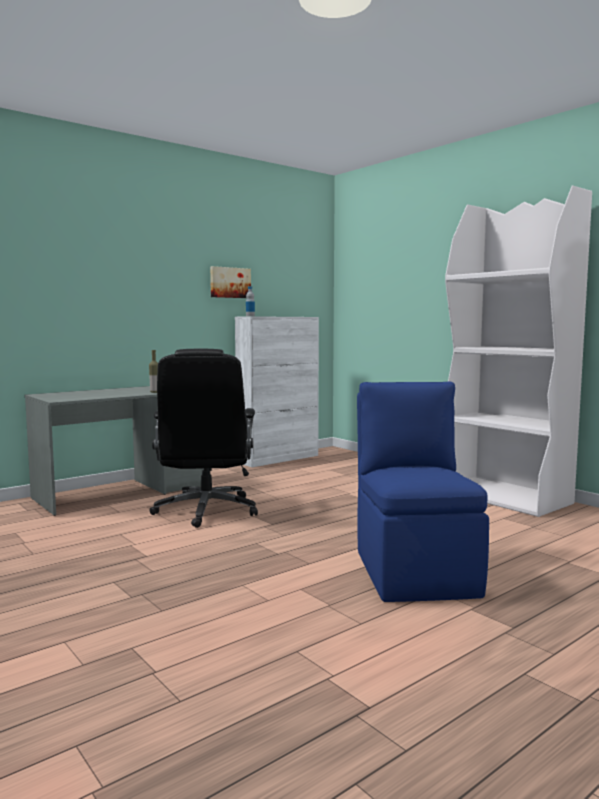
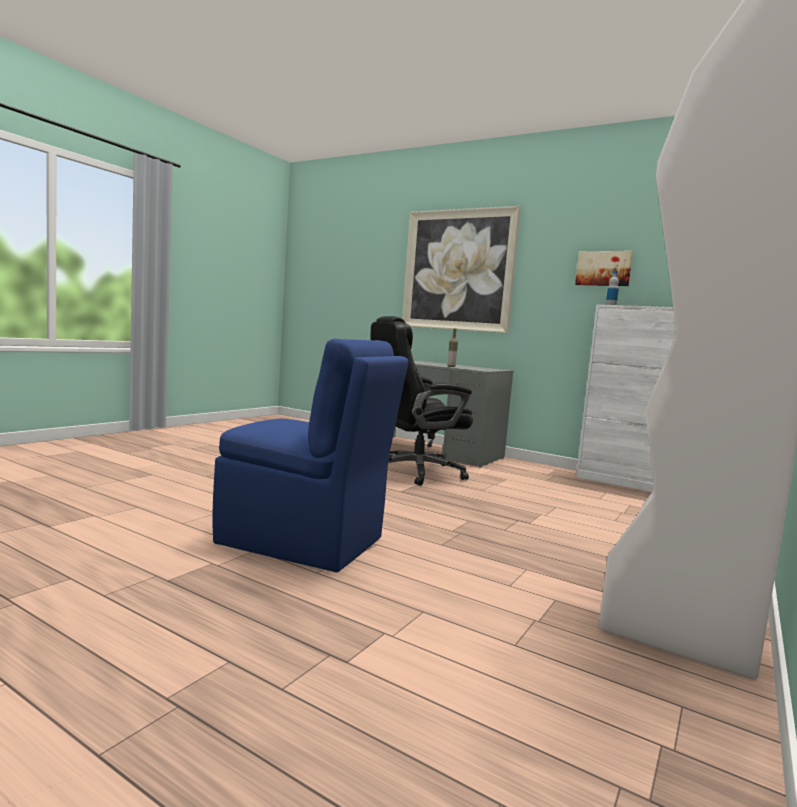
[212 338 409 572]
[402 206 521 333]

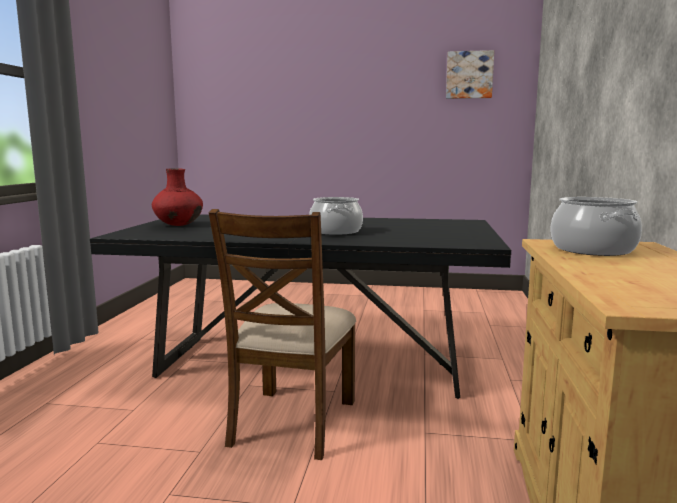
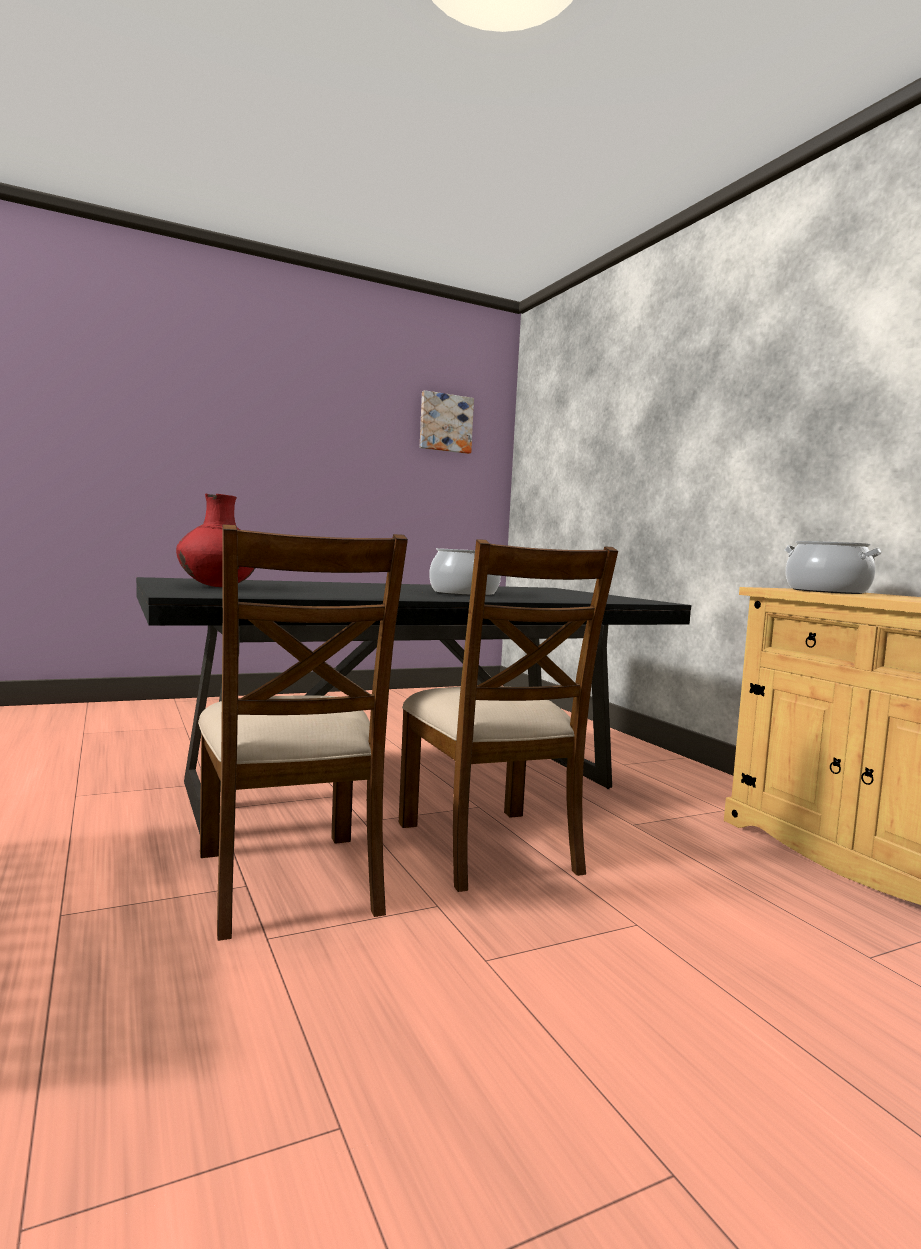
[198 525 408 941]

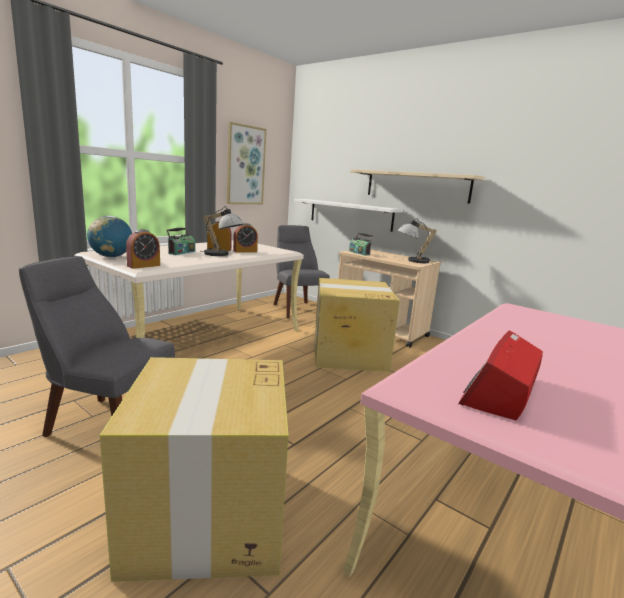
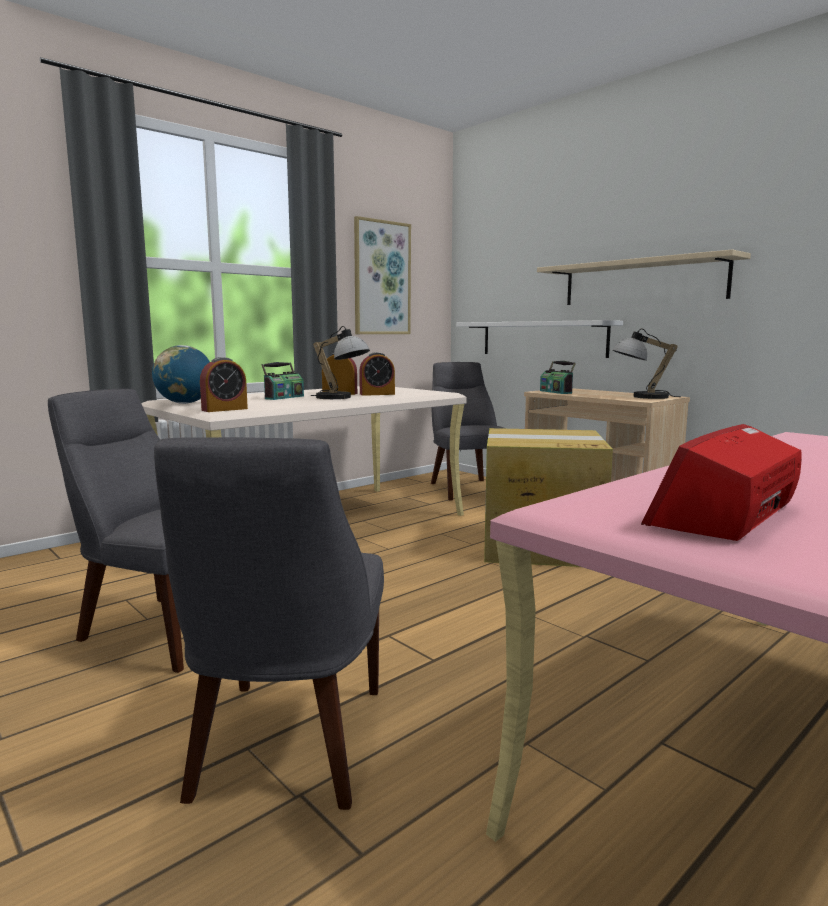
[154 437 384 810]

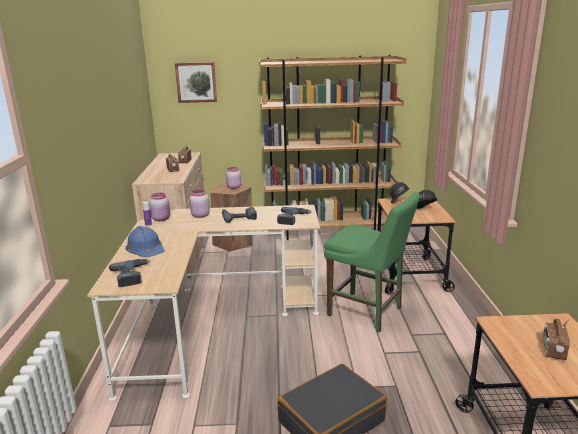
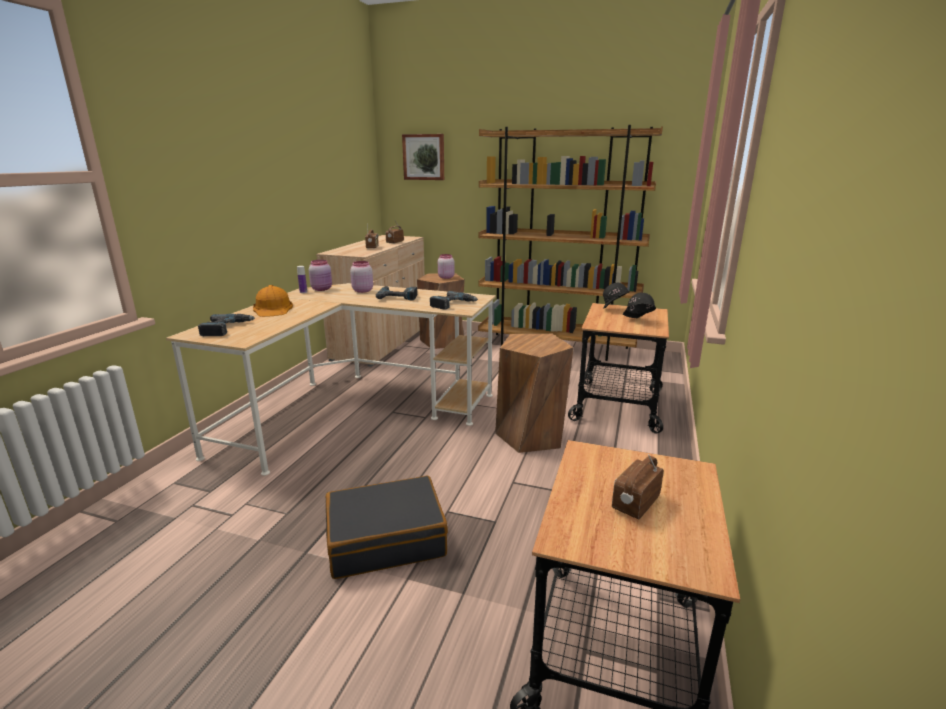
[495 334 574 453]
[253 285 293 317]

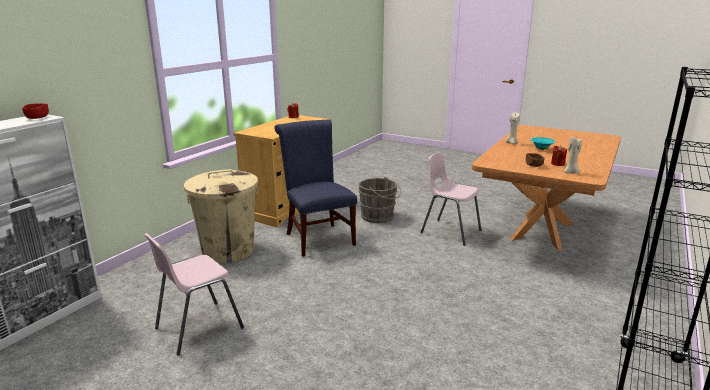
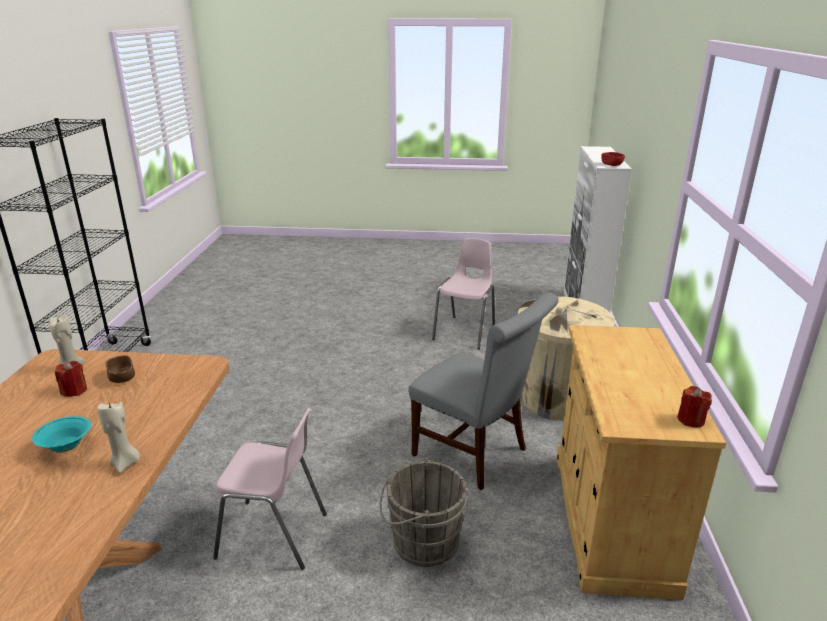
[408 293 559 490]

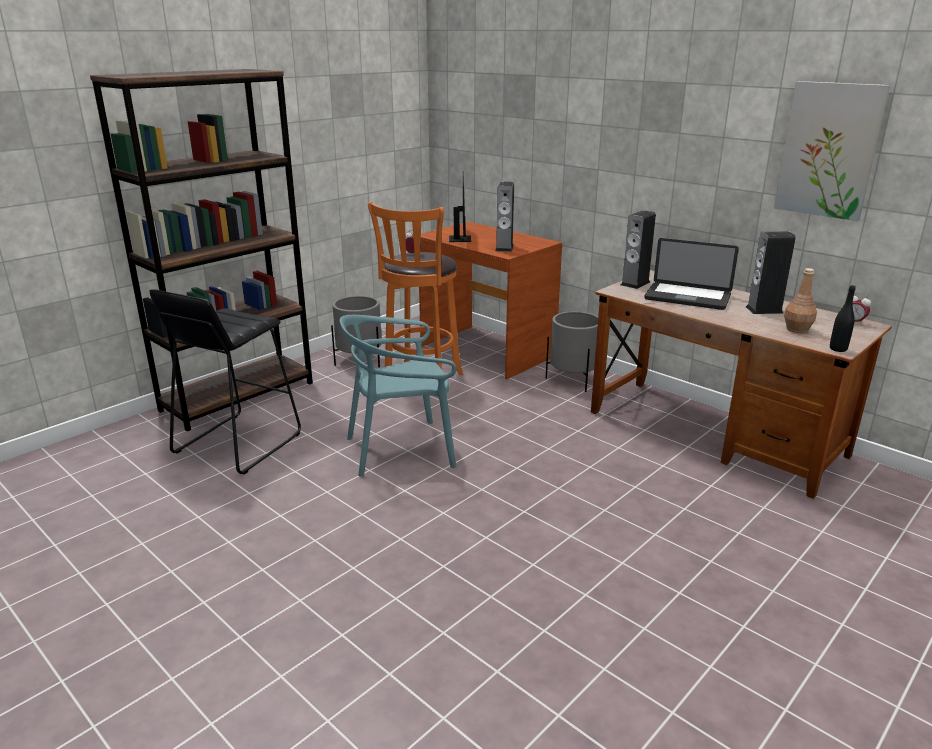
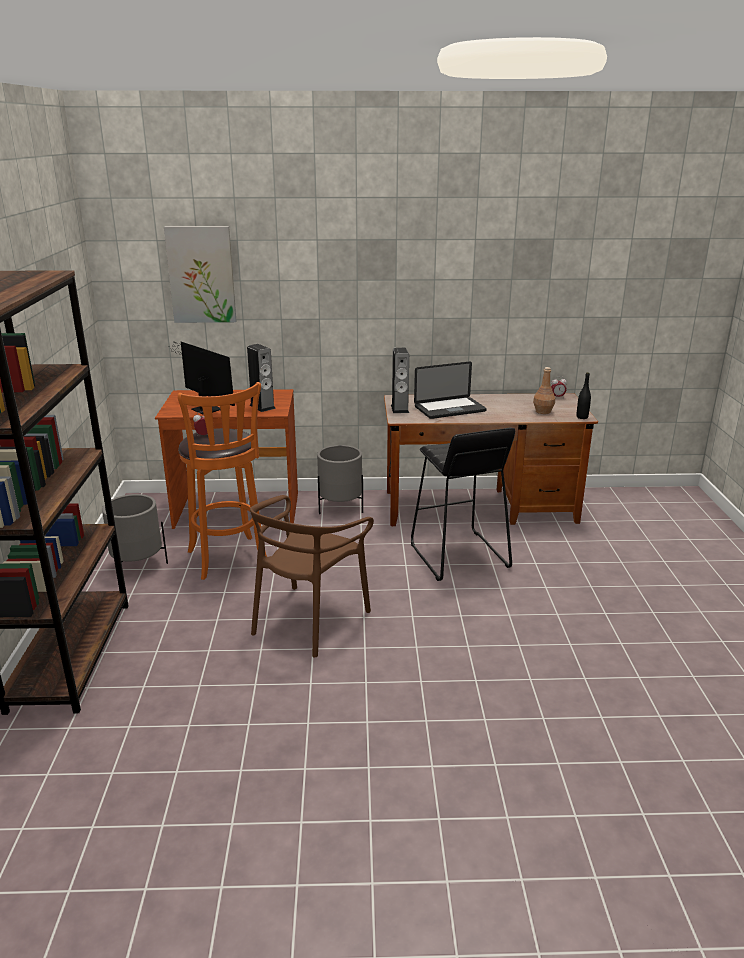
[164 226 236 323]
[746 232 796 314] (first image)
[411 427 515 581]
[250 495 374 658]

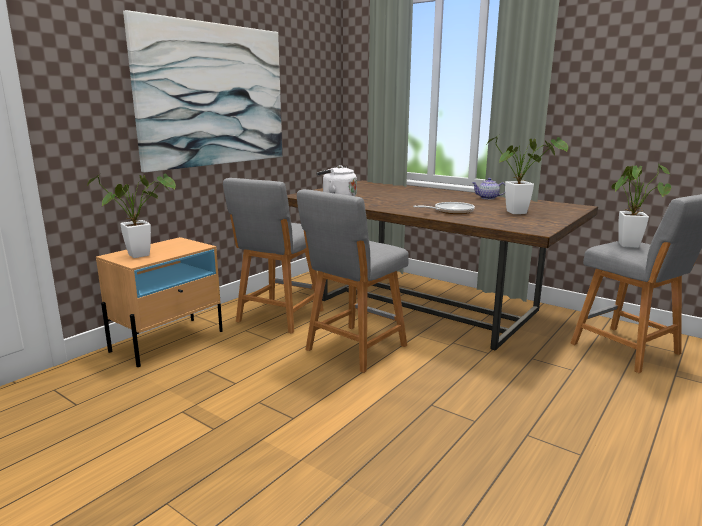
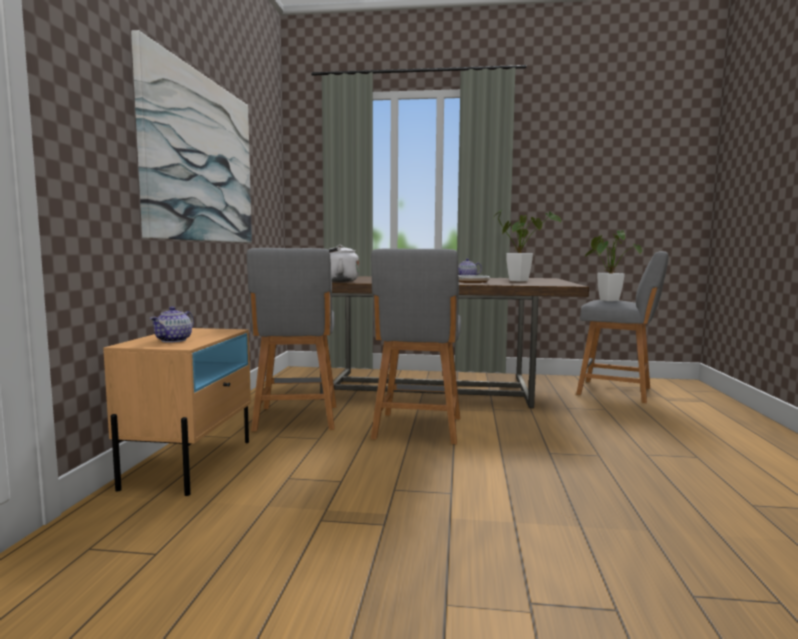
[150 306 194 343]

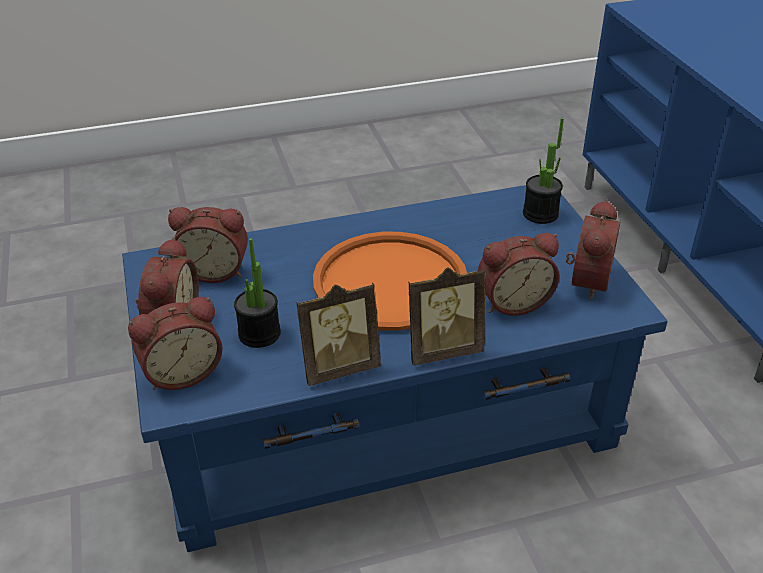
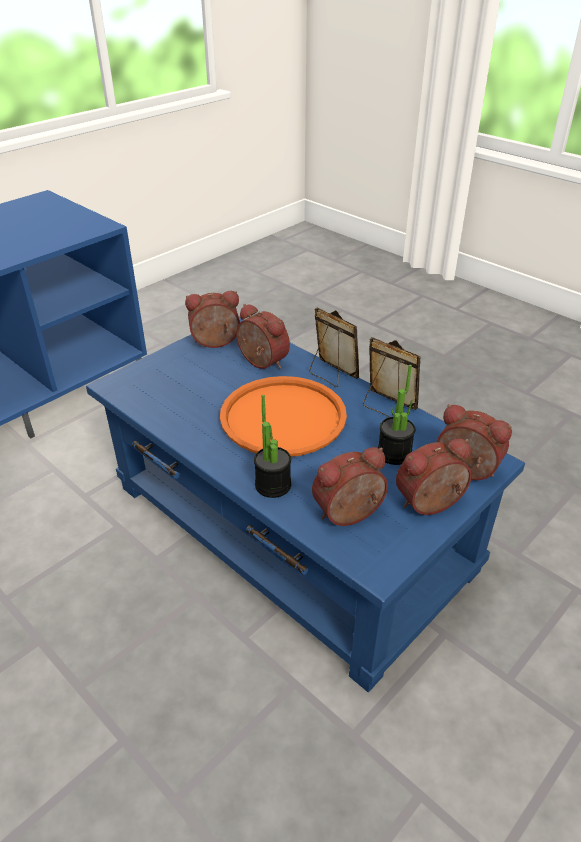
[254 395 291 498]
[312 447 388 526]

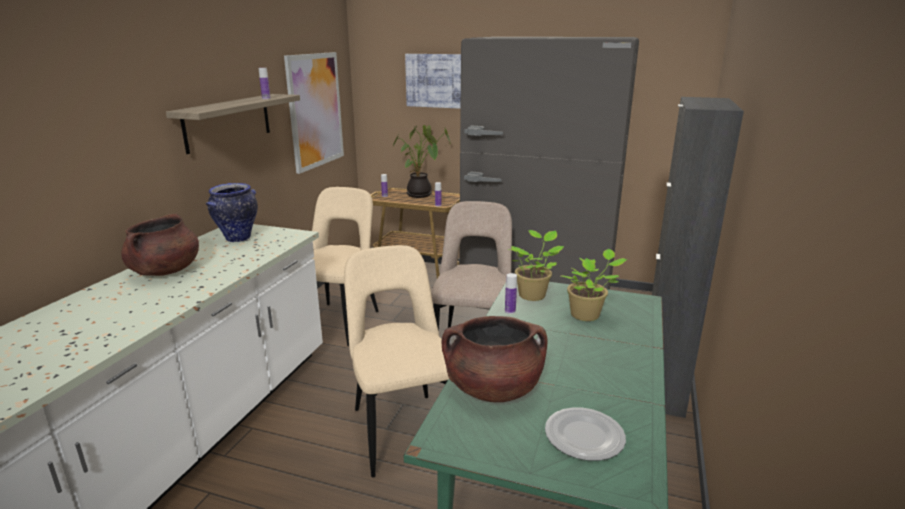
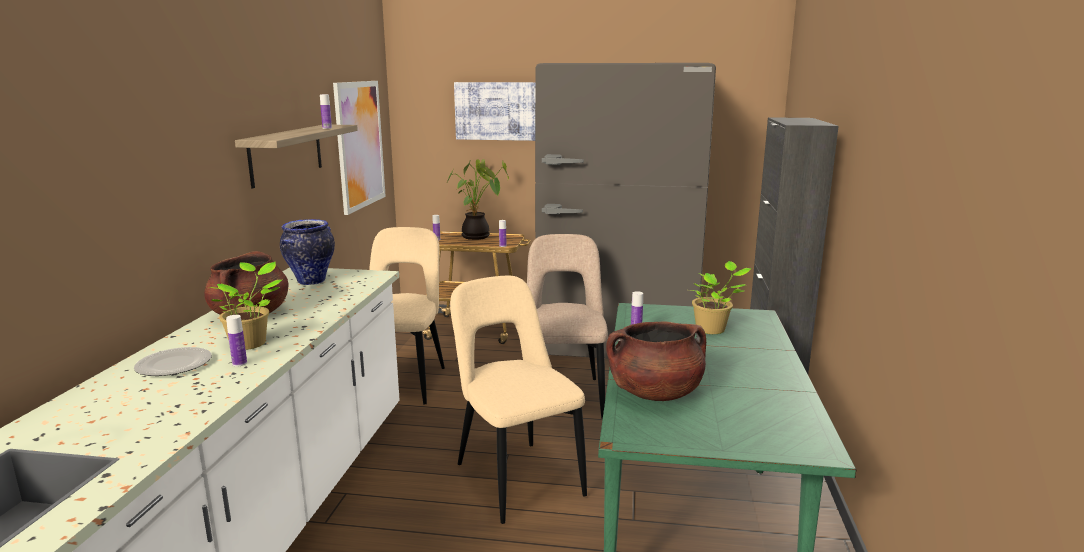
[209 262 282 350]
[134 347 212 376]
[226 315 247 366]

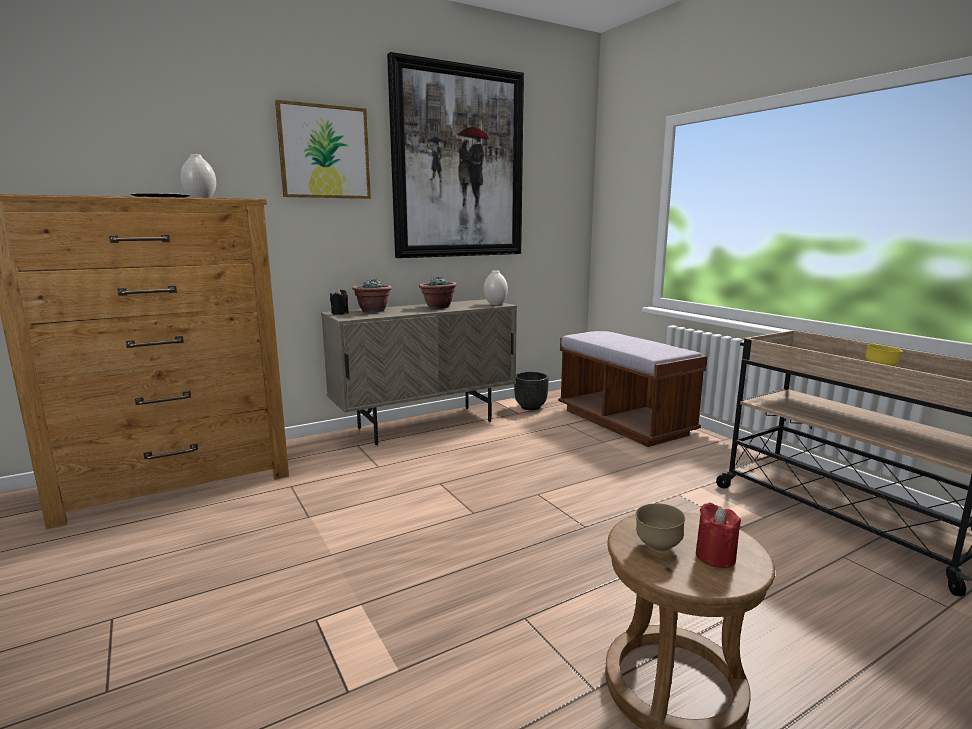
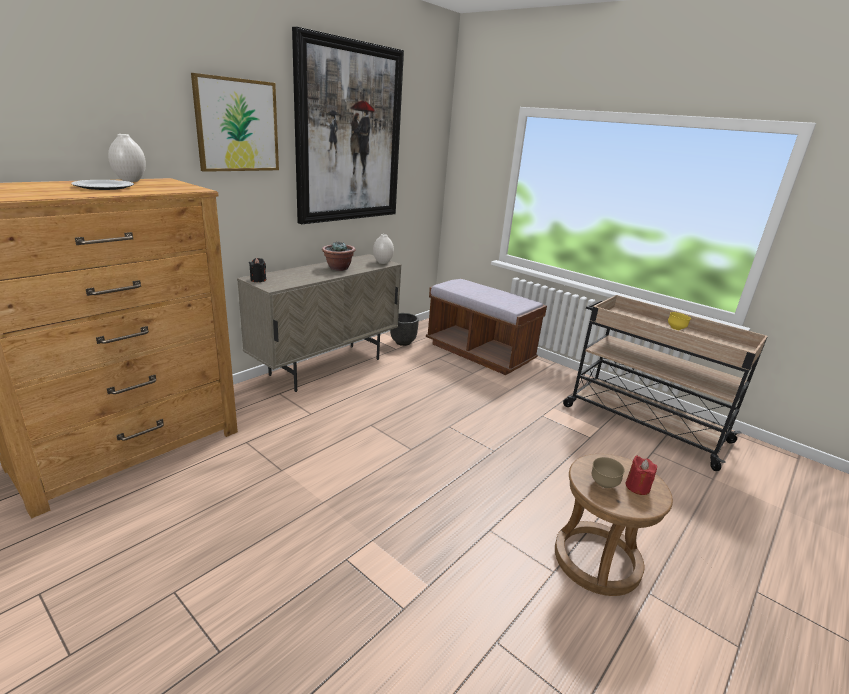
[352 279 392 312] (first image)

